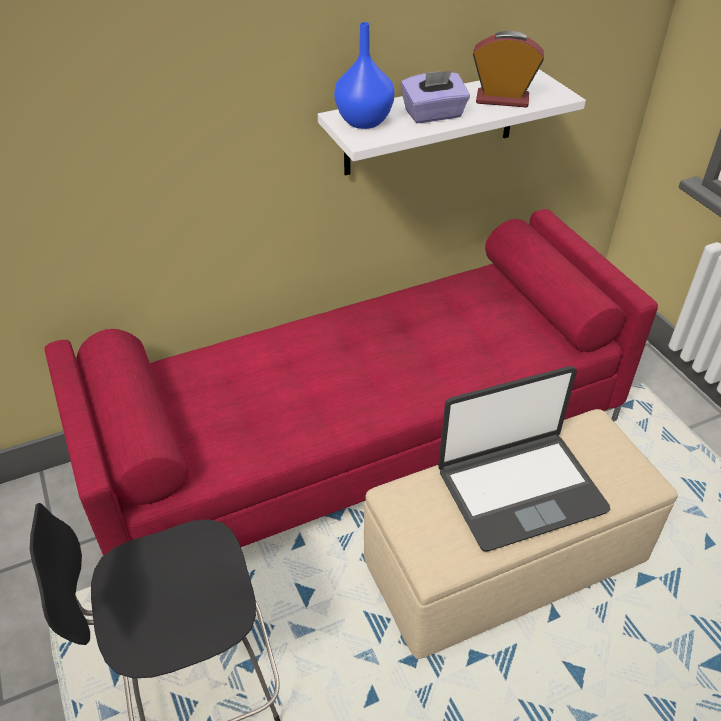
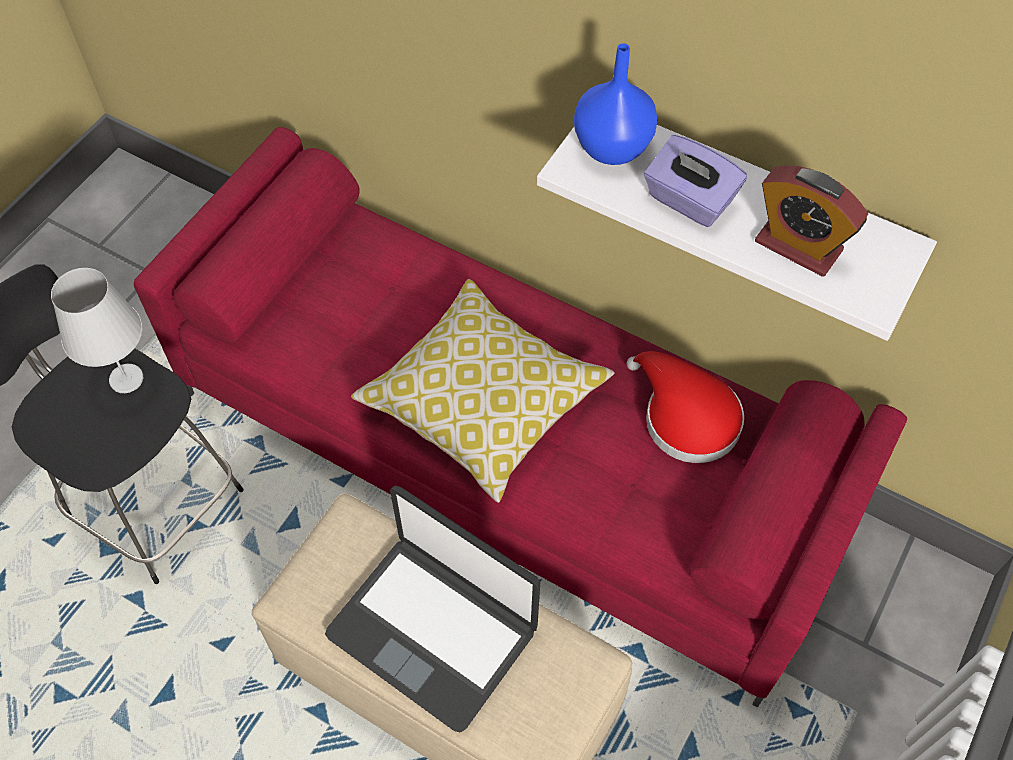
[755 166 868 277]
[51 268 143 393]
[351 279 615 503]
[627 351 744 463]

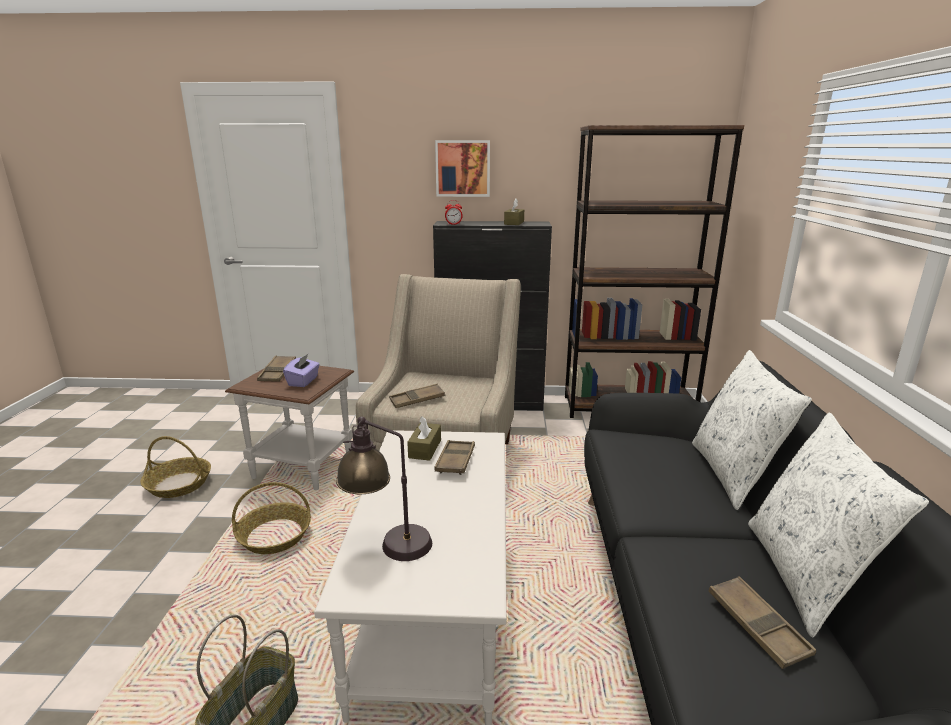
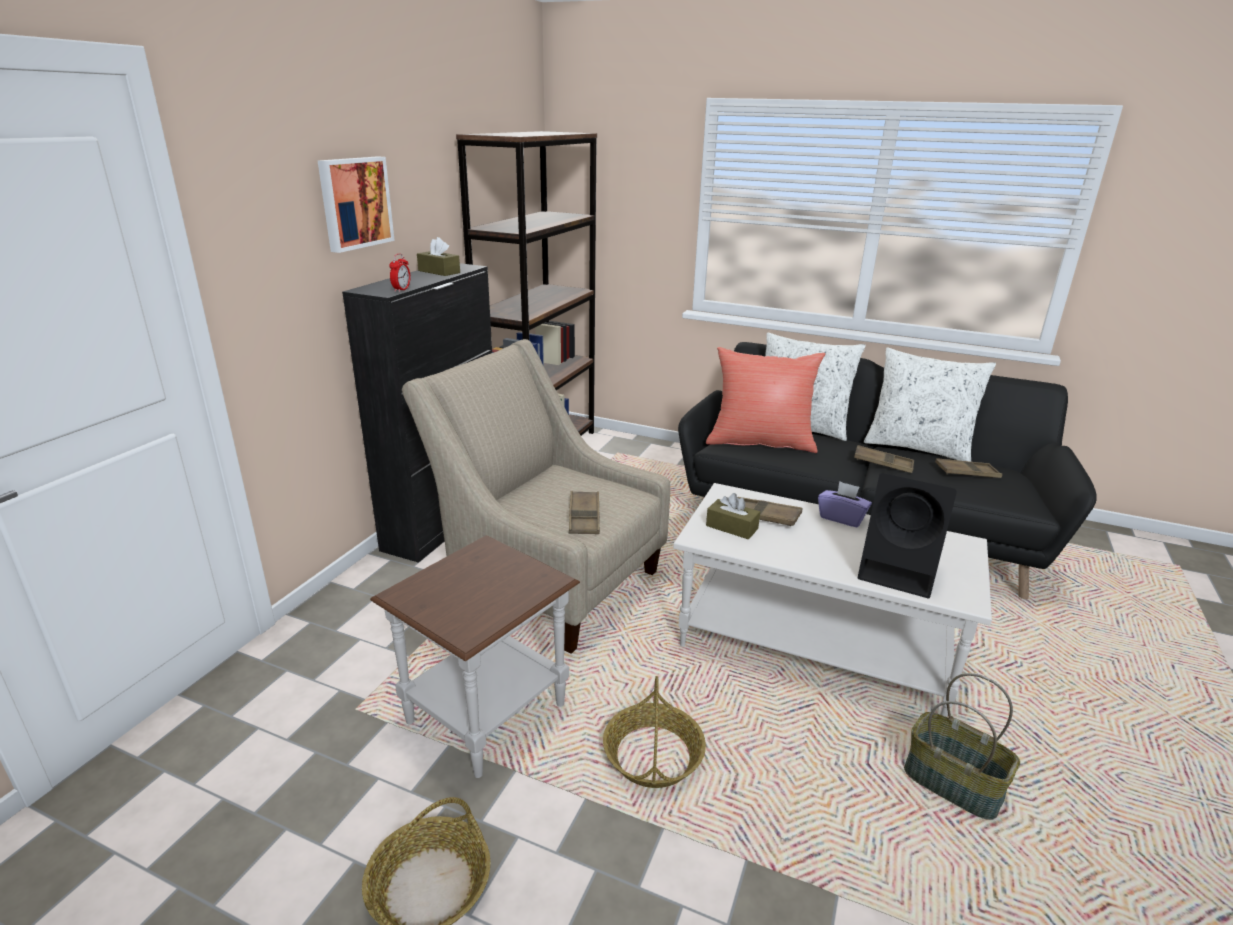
[818 481 872 527]
[854 445 914 473]
[858 473 957 598]
[706 347 825 453]

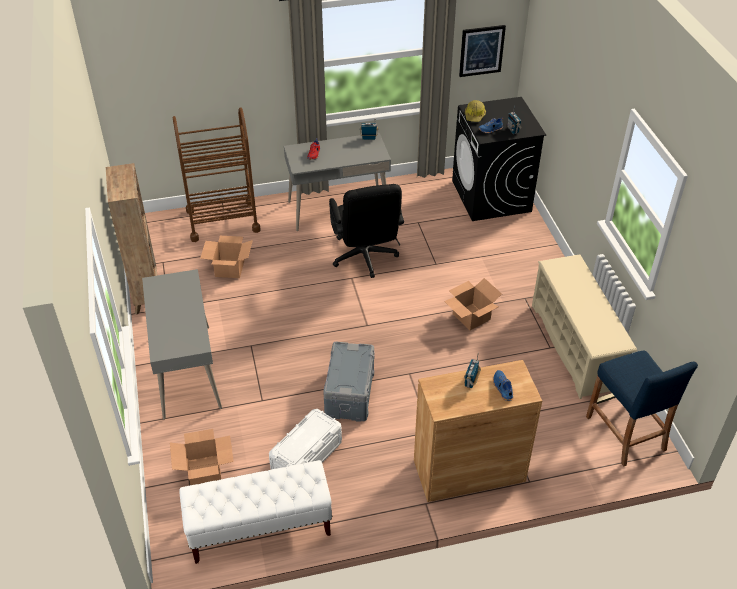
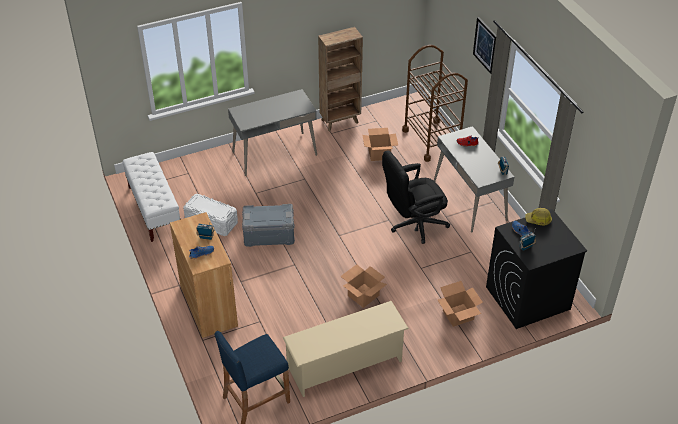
[473 17 496 74]
[438 281 483 327]

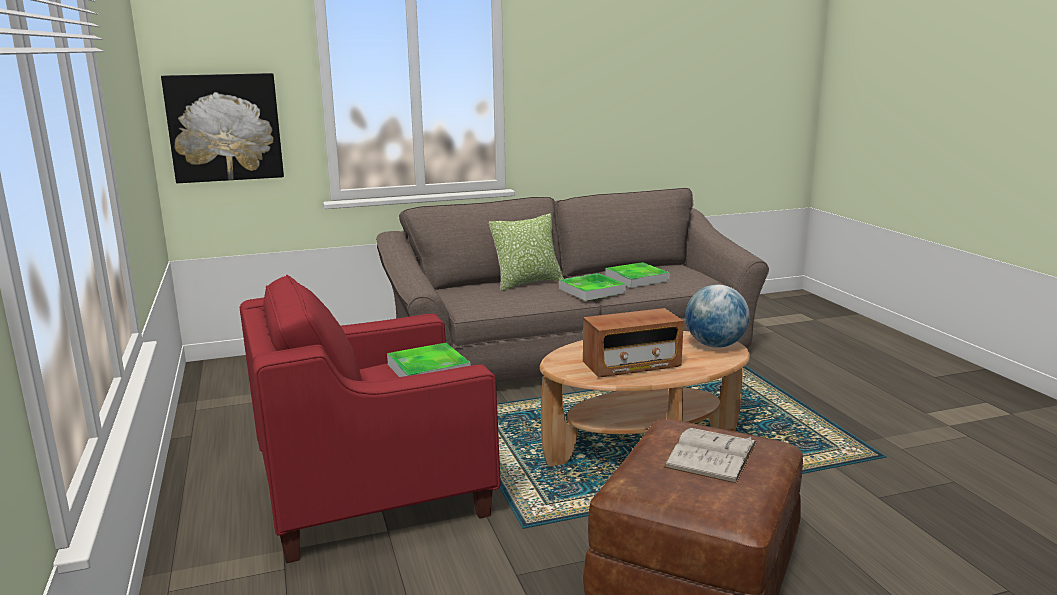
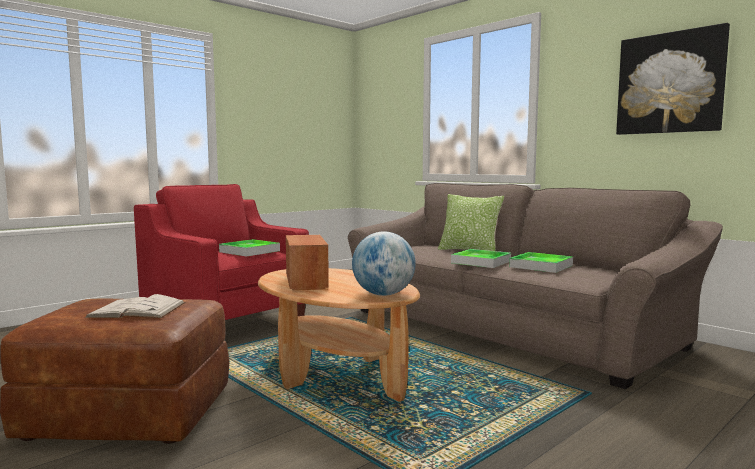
[616 23 730 135]
[286 235 329 291]

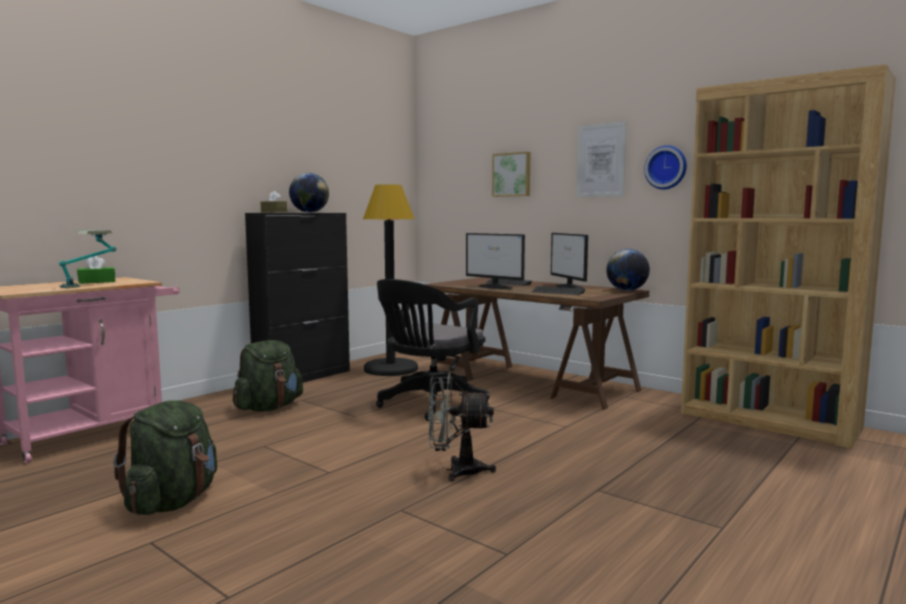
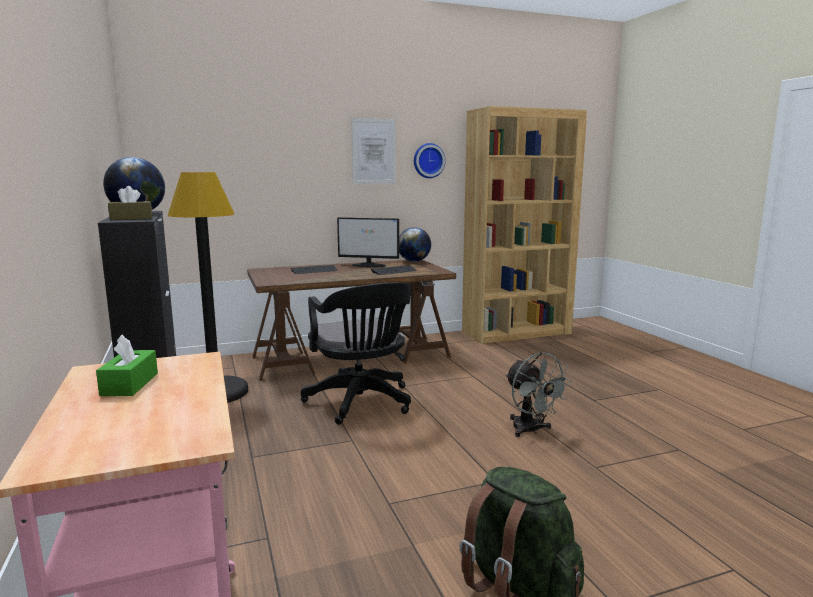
[492 152 531 197] (first image)
[59 230 116 288] (first image)
[466 233 525 289] (first image)
[233 340 303 412] (first image)
[506 352 572 437]

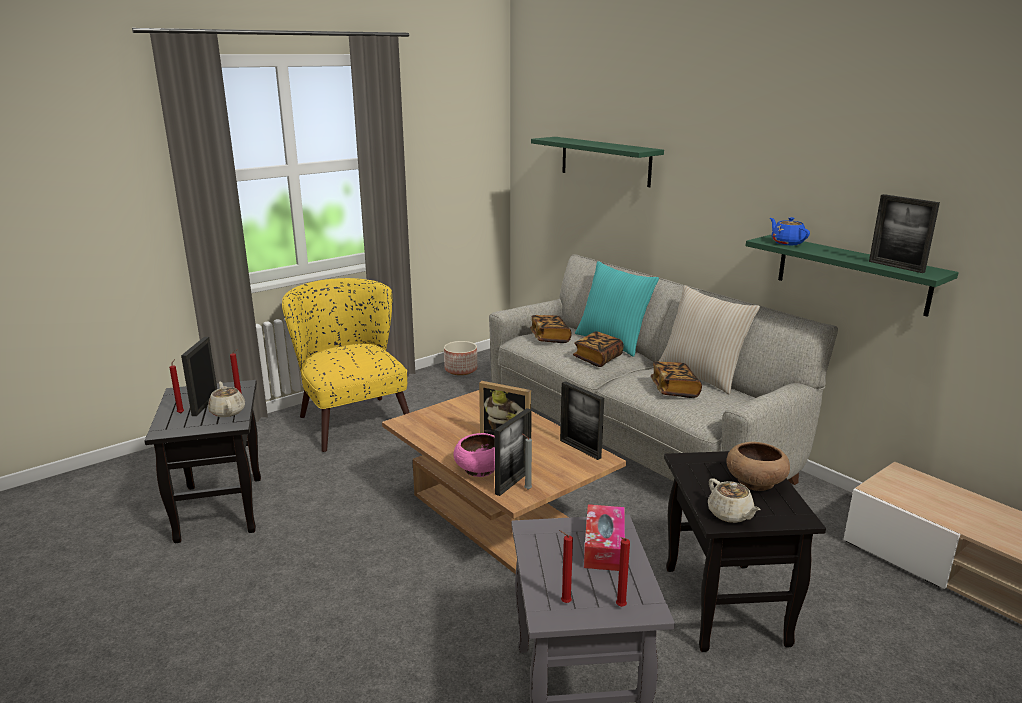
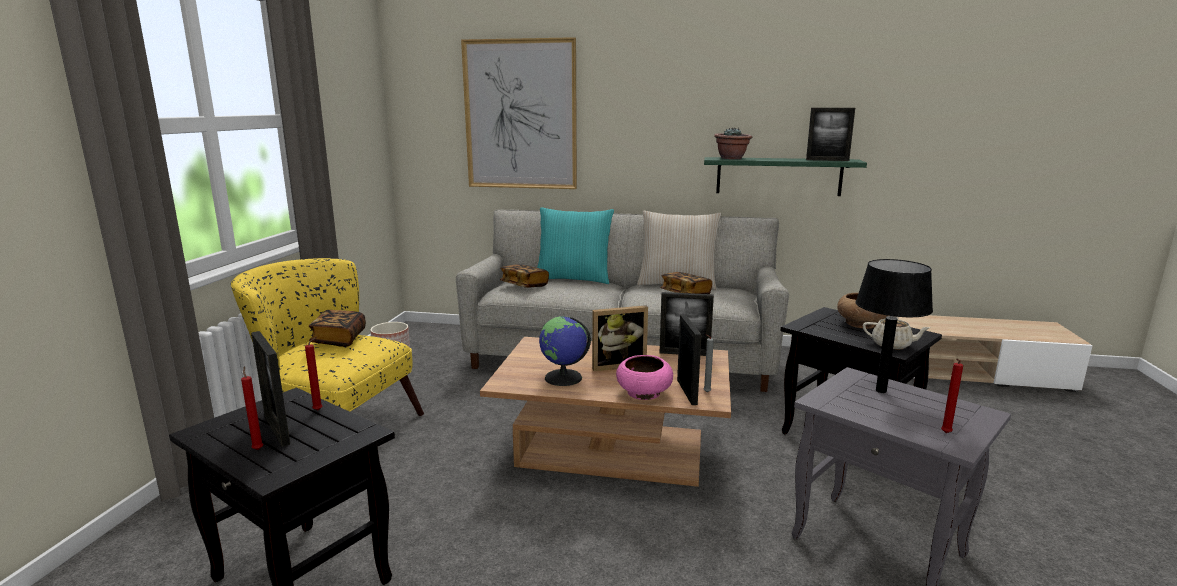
[461 37 577 189]
[714 128 752 159]
[309 310 366 347]
[208 382 245 417] (first image)
[856 259 933 393]
[616 537 630 607] (first image)
[539 316 591 386]

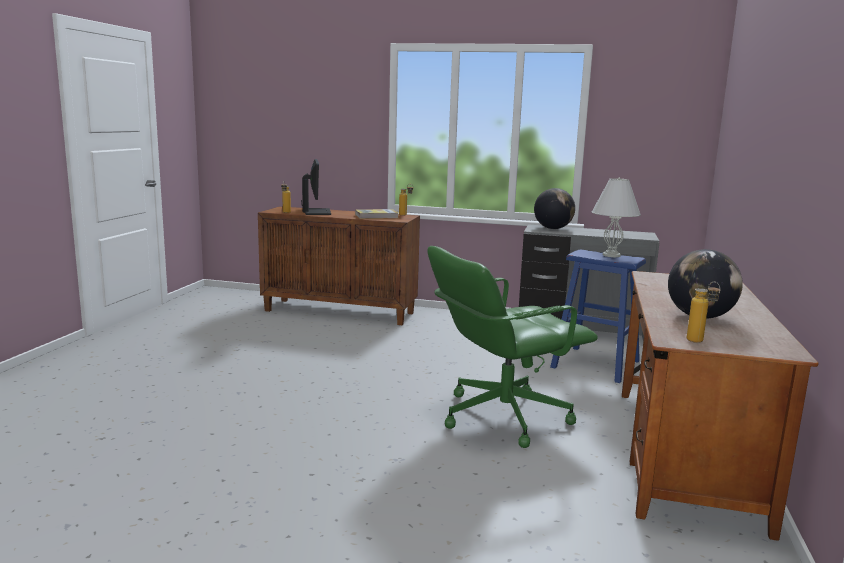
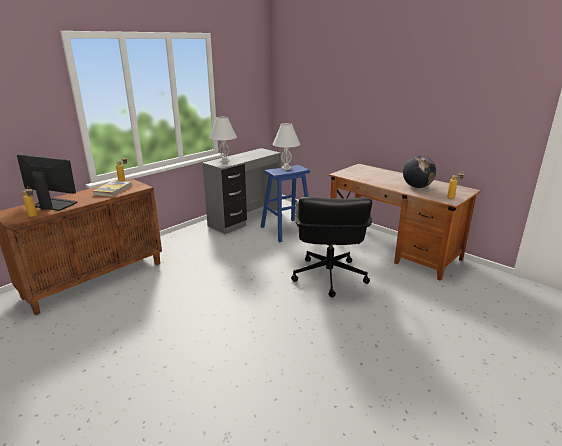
[209 117 237 163]
[291 197 372 298]

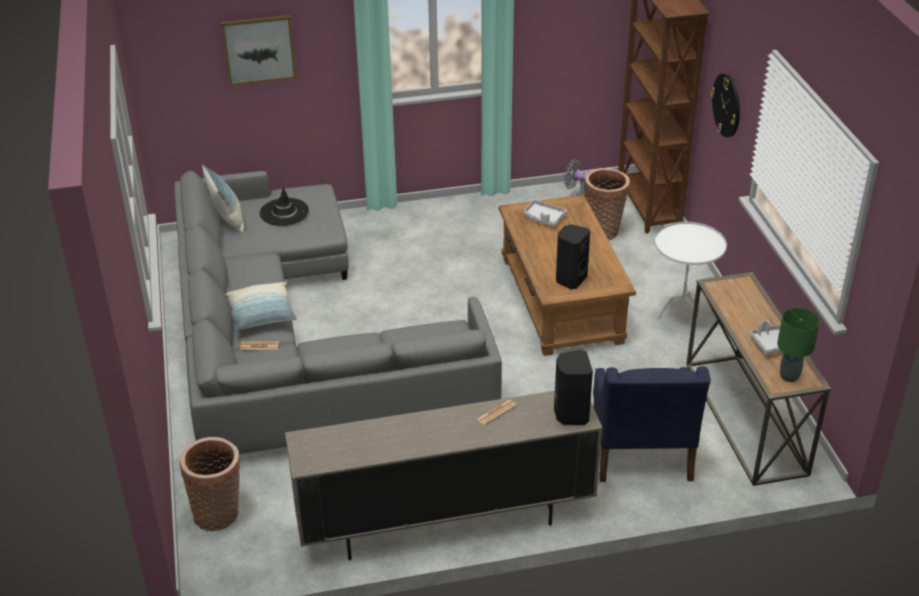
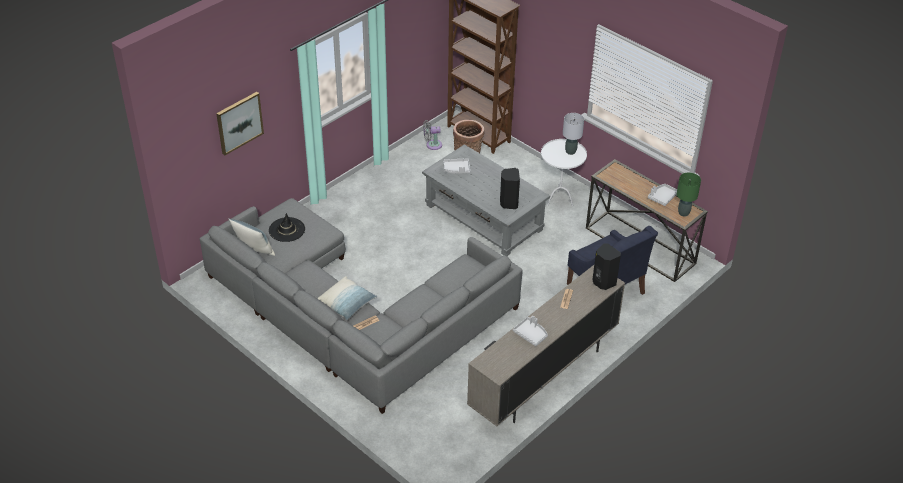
[710 74 740 137] (first image)
[422 144 550 256]
[180 437 241 531] (first image)
[563 113 584 155]
[513 316 548 346]

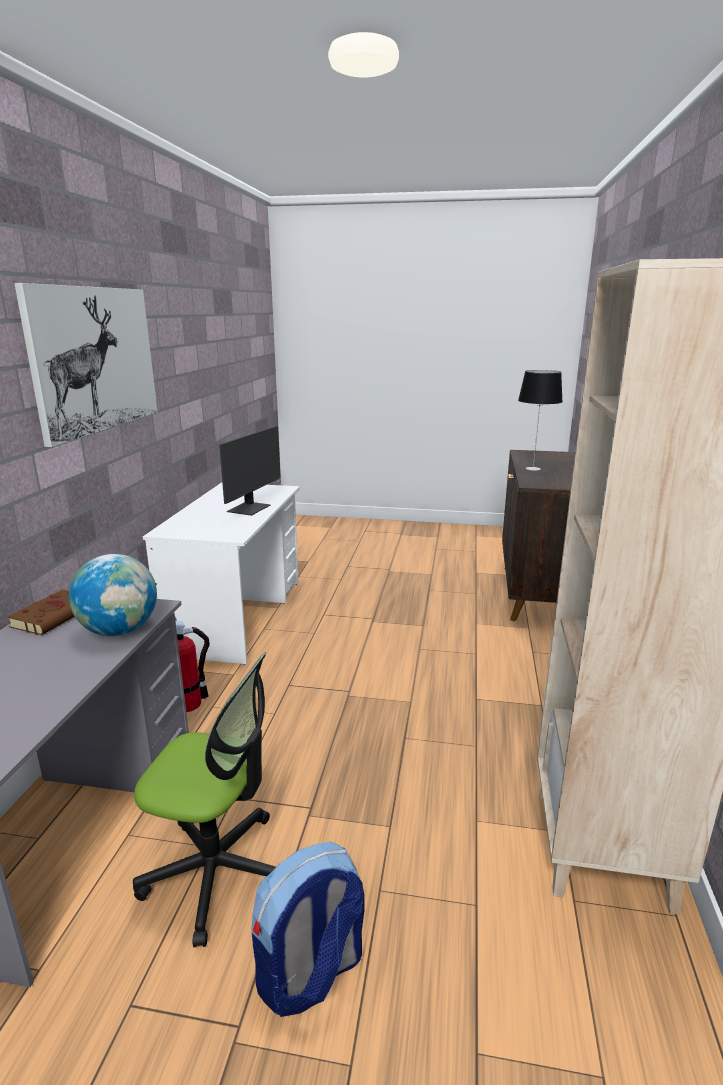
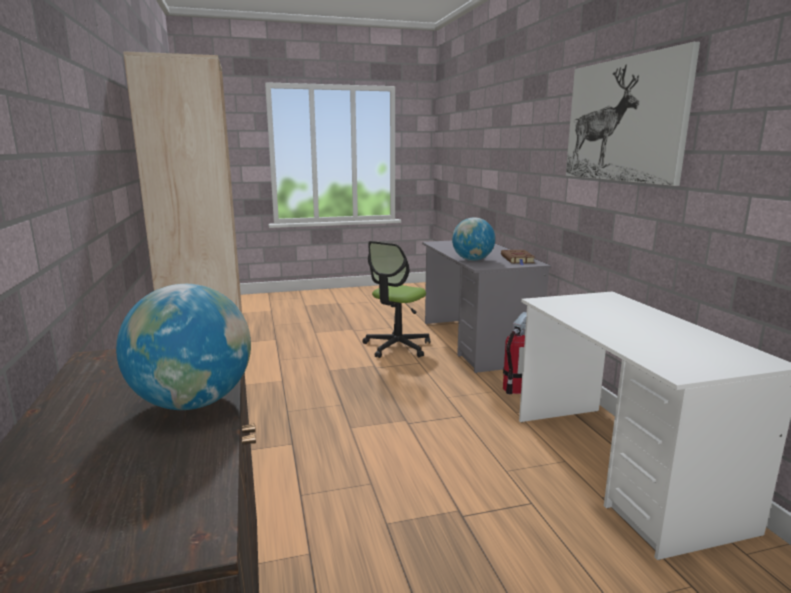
[116 284 251 410]
[219 426 281 516] (first image)
[362 241 430 358]
[251 842 365 1017] (first image)

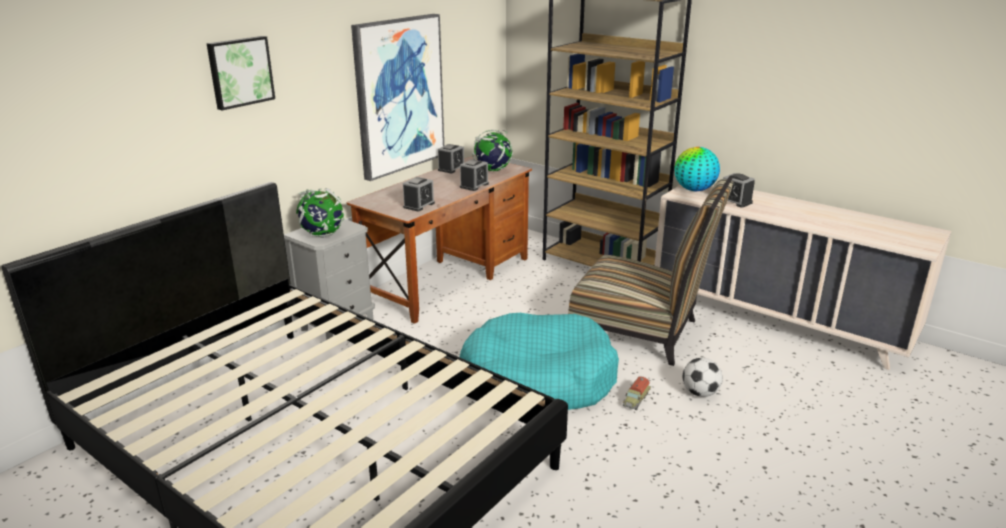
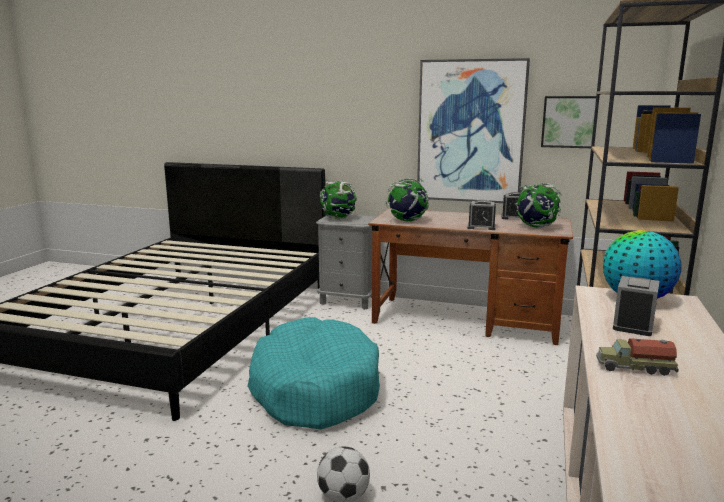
[541 96 596 148]
[385 178 429 222]
[568 177 733 366] (first image)
[596 338 679 376]

